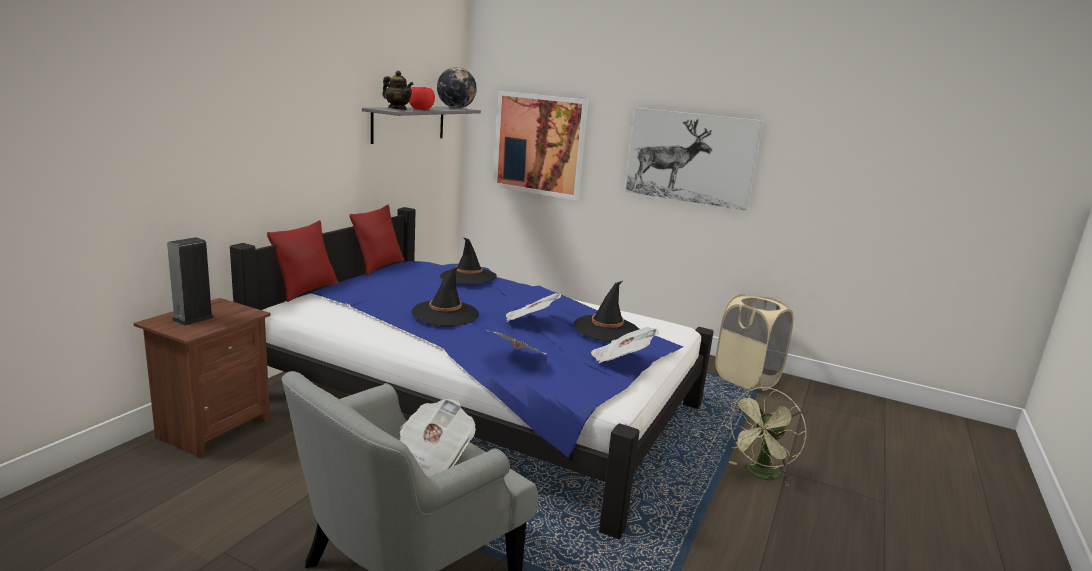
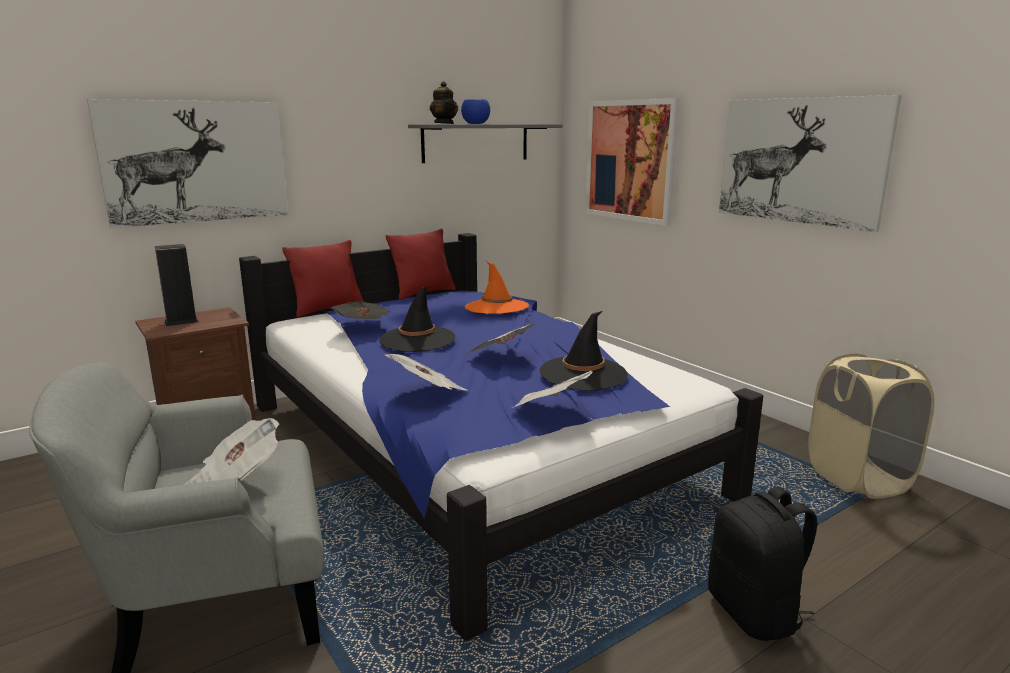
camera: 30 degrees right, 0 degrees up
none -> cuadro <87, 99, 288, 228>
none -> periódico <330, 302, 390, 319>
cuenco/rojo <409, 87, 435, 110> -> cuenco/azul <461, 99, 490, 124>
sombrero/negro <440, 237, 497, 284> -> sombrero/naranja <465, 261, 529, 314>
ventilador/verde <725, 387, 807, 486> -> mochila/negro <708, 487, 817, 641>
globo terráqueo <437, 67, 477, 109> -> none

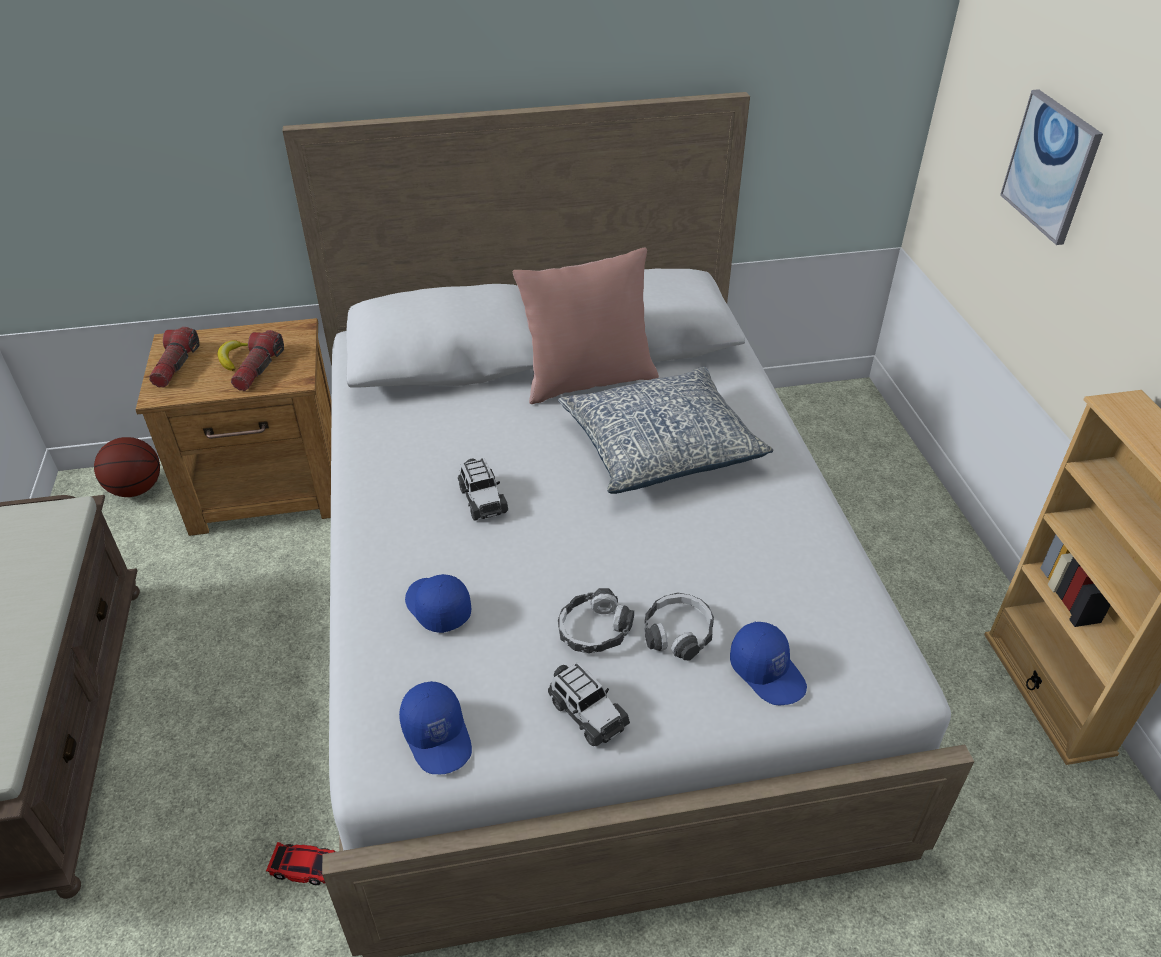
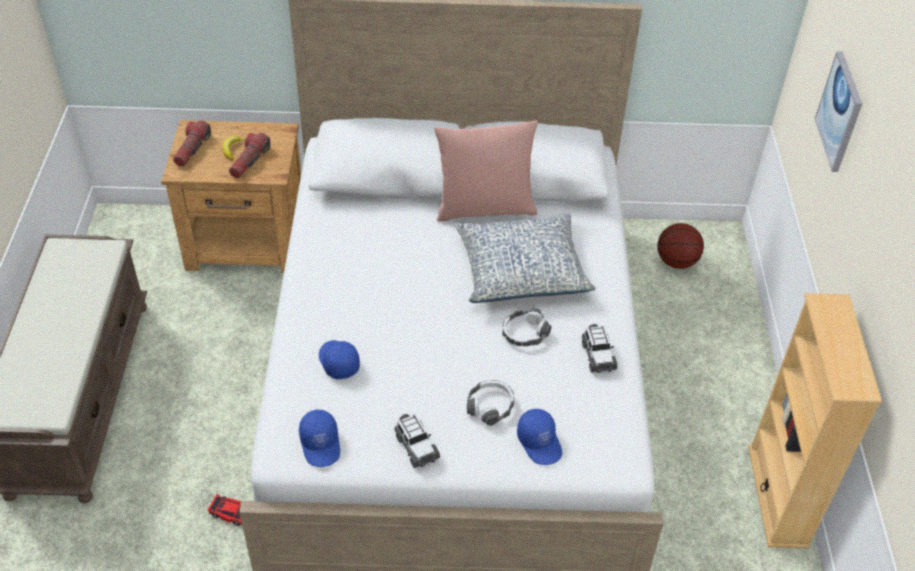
camera: 10 degrees right, 5 degrees up
auriculares <558, 588, 634, 653> -> auriculares <502, 308, 552, 346>, relocated
coche de juguete <458, 458, 508, 521> -> coche de juguete <582, 324, 617, 373>, relocated
balón de baloncesto <94, 437, 160, 497> -> balón de baloncesto <657, 223, 704, 269>, relocated

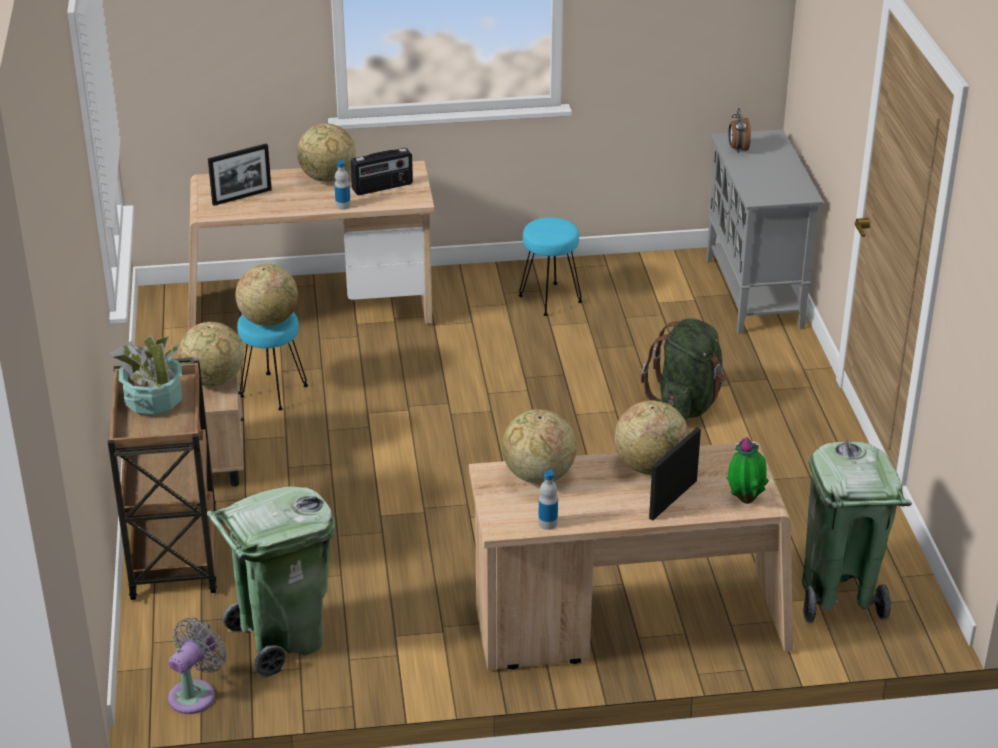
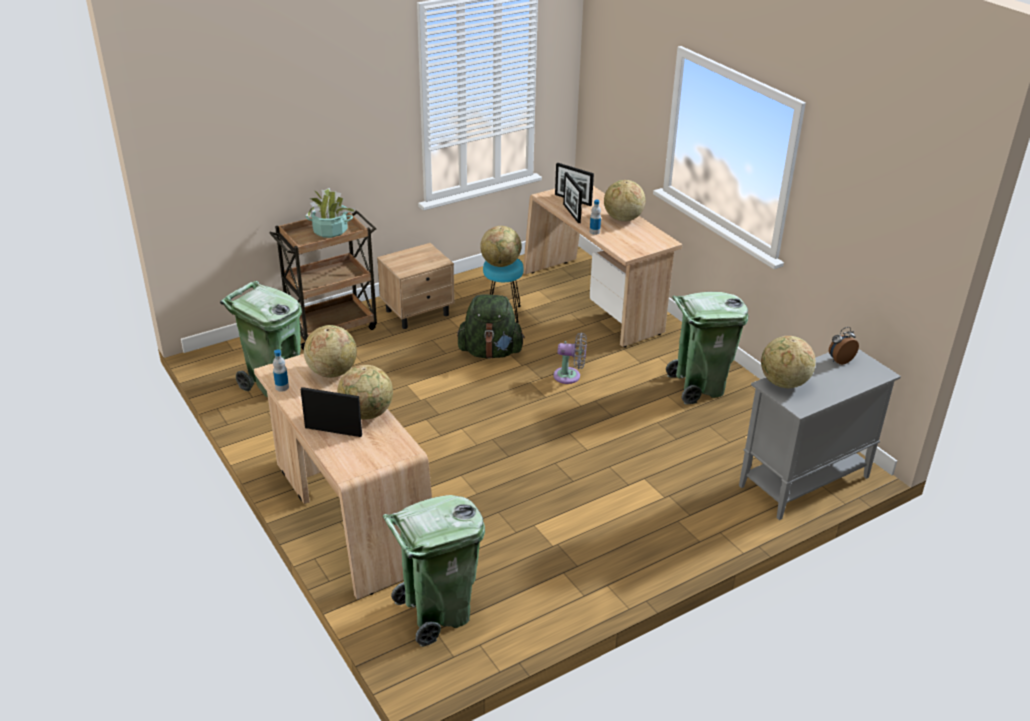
camera: 65 degrees right, 0 degrees up
mochila/verde <641, 318, 727, 421> -> mochila/verde <457, 294, 525, 359>, relocated
ventilador/gris <168, 618, 227, 714> -> ventilador/gris <553, 333, 587, 384>, relocated
none -> portarretratos <563, 172, 582, 223>
taburete/turquesa <519, 217, 582, 316> -> papelera/verde <666, 292, 748, 404>
globo terráqueo <178, 322, 244, 387> -> globo terráqueo <761, 336, 816, 388>, relocated
radio <351, 148, 413, 195> -> none
planta en maceta <727, 437, 769, 504> -> none

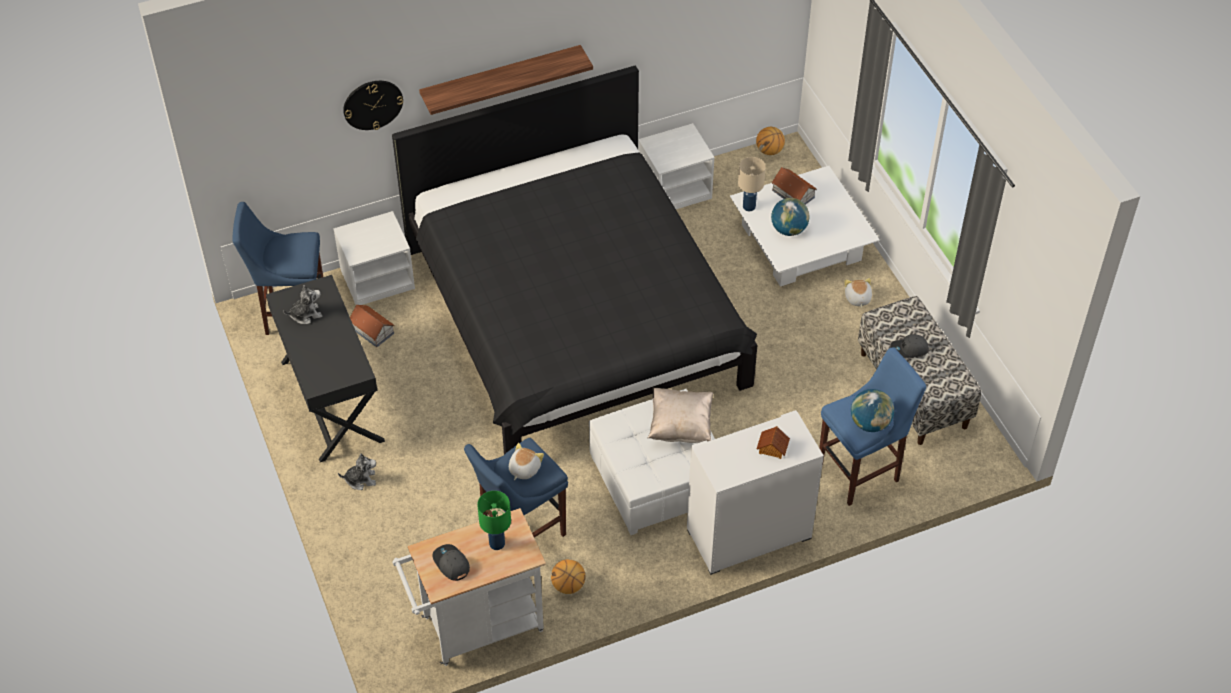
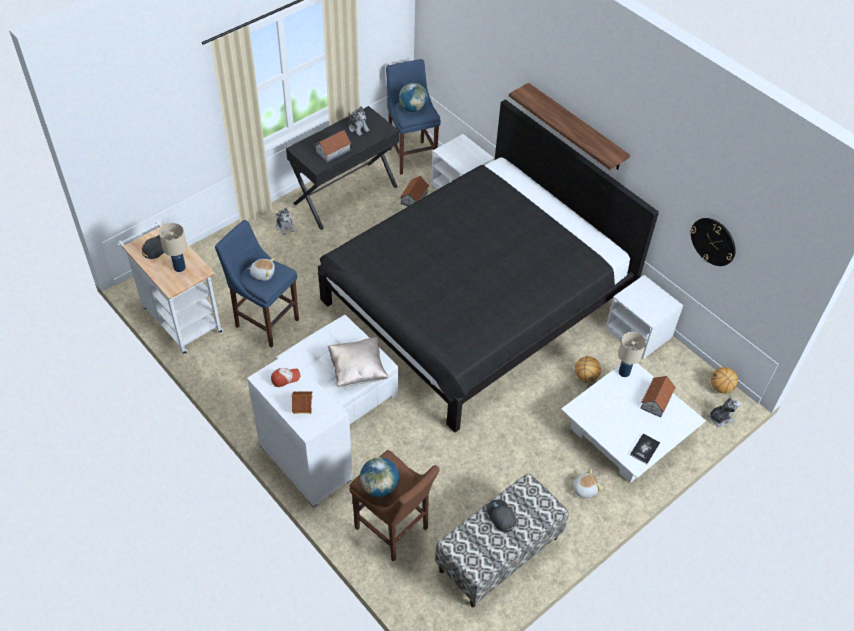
camera: 70 degrees right, 0 degrees up
lámpara de mesa/verde <477, 491, 511, 550> -> lámpara de mesa/beis <159, 223, 187, 272>
none -> gorra <271, 368, 300, 387>
none -> casita <314, 130, 351, 162>
taburete/azul <819, 347, 926, 506> -> taburete/marrón <349, 450, 440, 562>
globo terráqueo <771, 198, 809, 236> -> globo terráqueo <399, 83, 428, 112>, relocated
balón de baloncesto <551, 559, 585, 594> -> balón de baloncesto <575, 356, 601, 382>, relocated
none -> libro <630, 433, 660, 464>
reloj de pared <343, 81, 403, 130> -> reloj de pared <690, 218, 736, 266>, relocated
none -> peluche <707, 397, 741, 427>

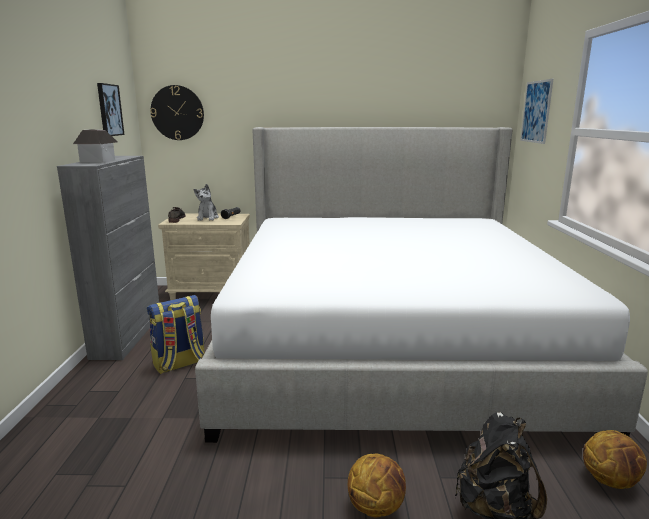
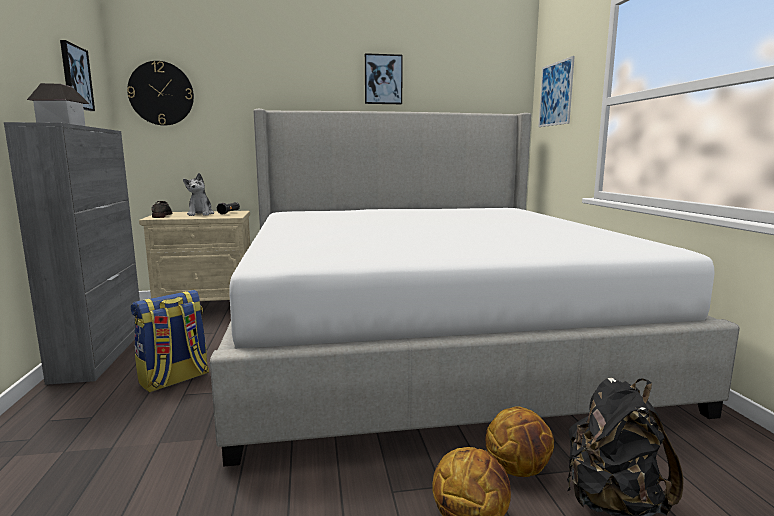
camera: 10 degrees left, 5 degrees down
none -> cuadro <365, 53, 403, 104>
balón de baloncesto <583, 430, 647, 489> -> balón de baloncesto <485, 406, 554, 477>, relocated

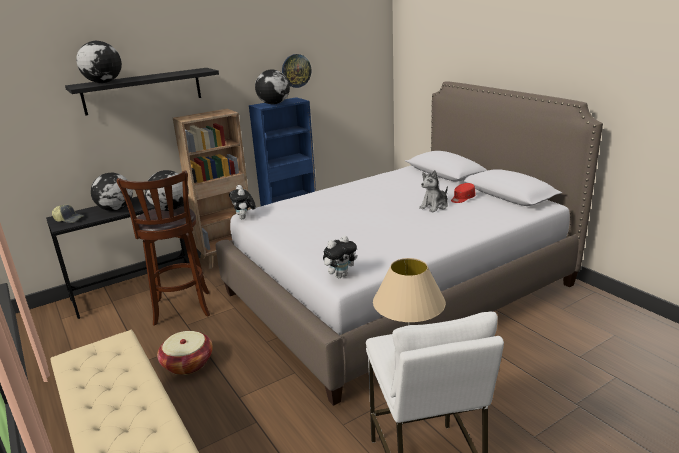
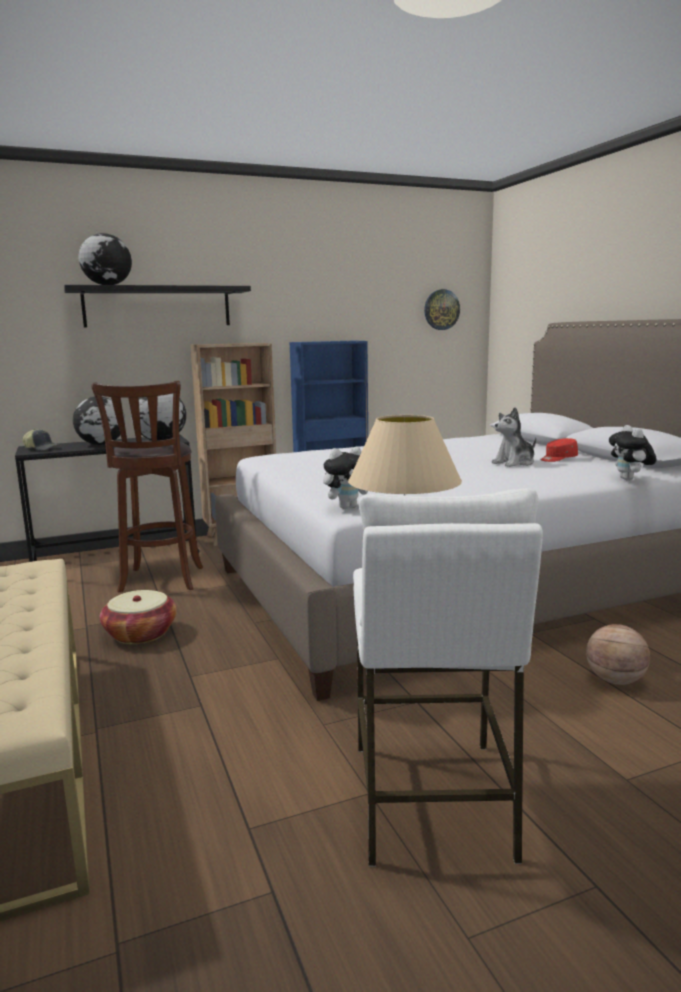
camera: 10 degrees right, 10 degrees down
reloj de pared <282, 54, 311, 88> -> reloj de pared <424, 289, 460, 330>, relocated
none -> balón de baloncesto <586, 624, 650, 685>
peluche <229, 185, 256, 219> -> peluche <609, 425, 657, 481>, relocated
globo terráqueo <255, 69, 290, 105> -> none

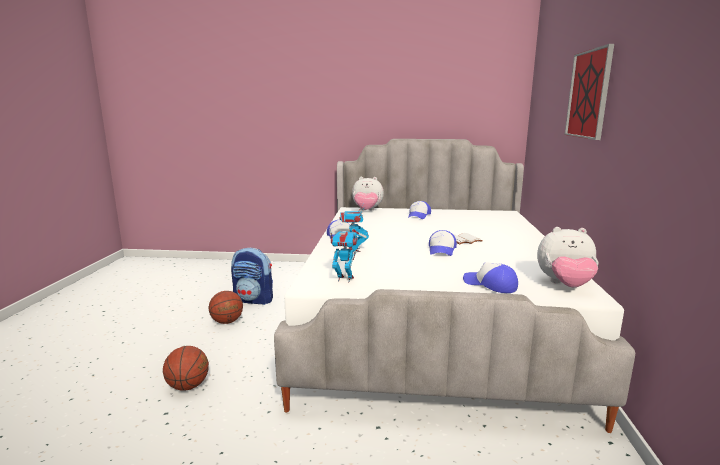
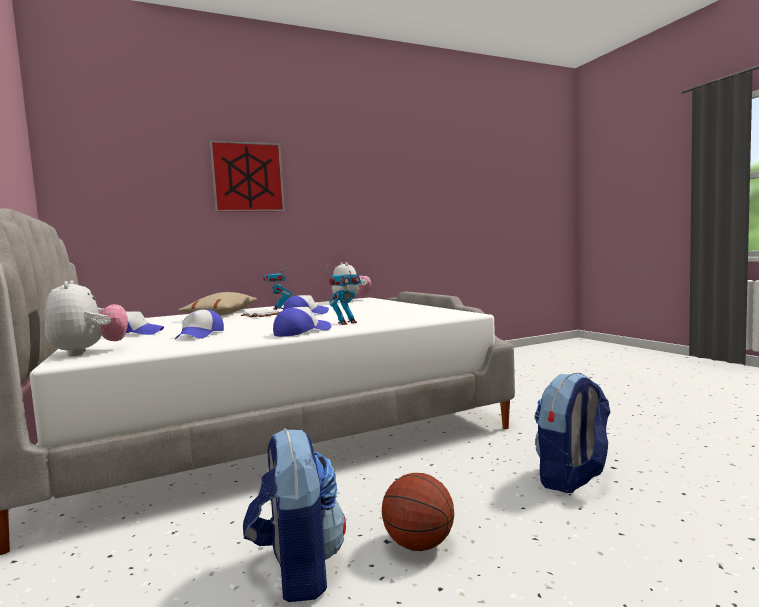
camera: 120 degrees left, 10 degrees down
gorra <463, 262, 518, 293> -> gorra <175, 309, 224, 339>, relocated
none -> cojín/beis <178, 292, 257, 316>
robot de juguete <330, 229, 358, 283> -> robot de juguete <263, 266, 292, 310>, relocated
balón de baloncesto <163, 346, 209, 391> -> mochila <534, 373, 610, 493>

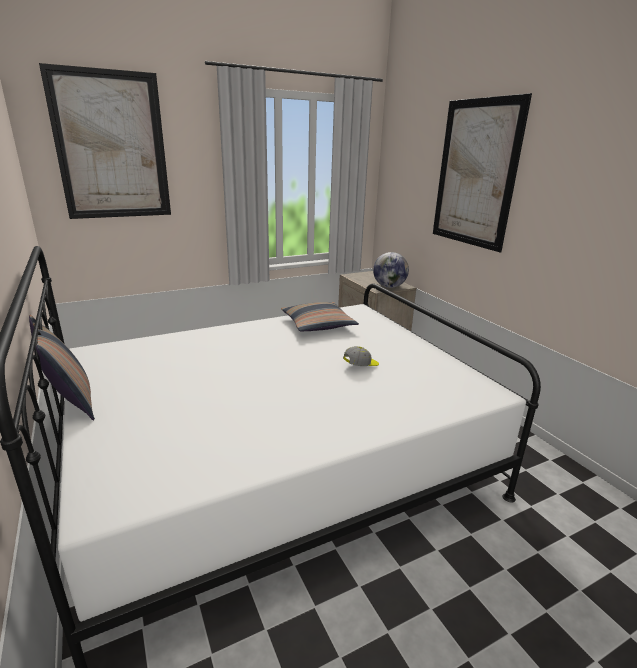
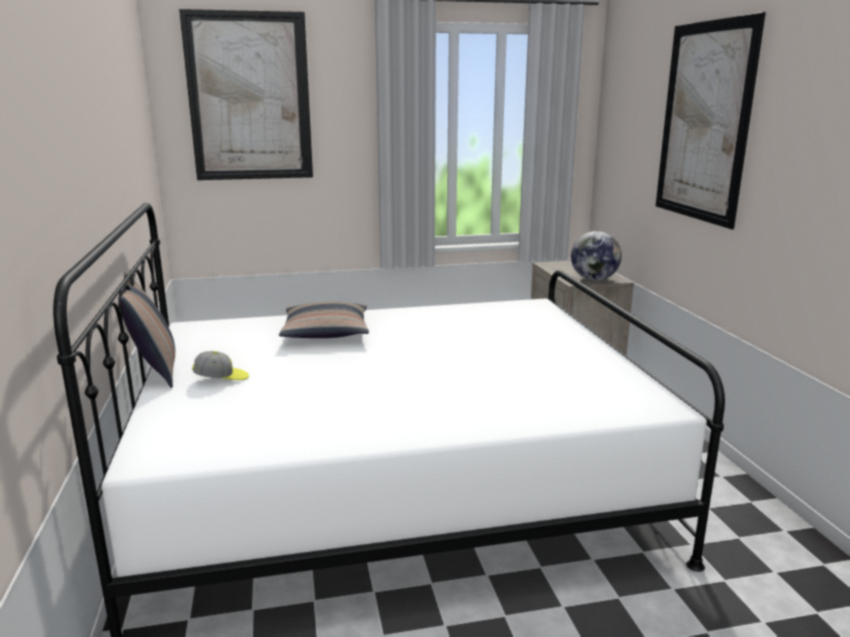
camera: 15 degrees right, 5 degrees down
gorra <343, 346, 379, 366> -> gorra <192, 351, 249, 380>, relocated
cojín <281, 302, 359, 331> -> cojín <279, 302, 369, 338>, relocated

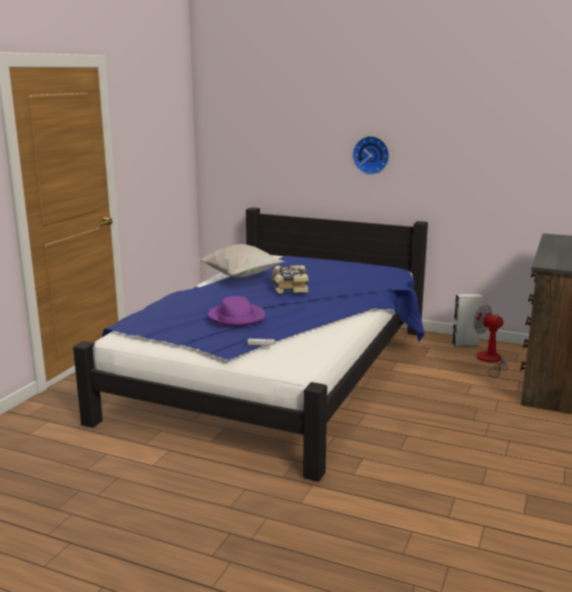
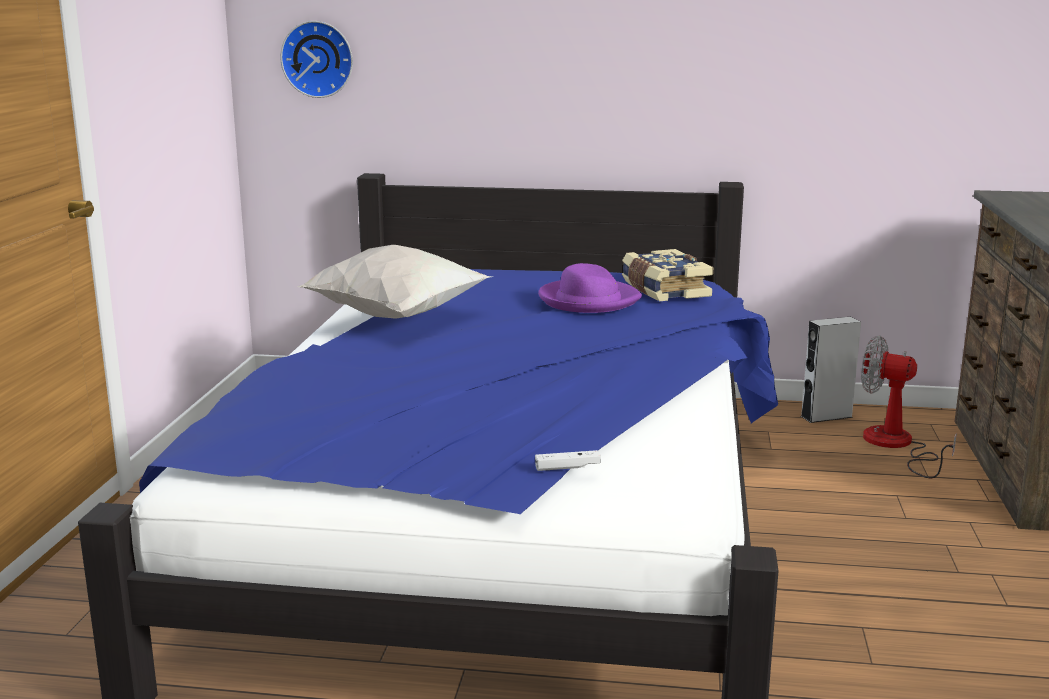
camera: 15 degrees left, 0 degrees up
reloj de pared <352, 136, 389, 175> -> reloj de pared <280, 21, 353, 98>, relocated
sombrero/morado <208, 296, 265, 327> -> sombrero/morado <538, 263, 642, 313>, relocated
libro <272, 265, 308, 293> -> libro <622, 249, 713, 301>, relocated

